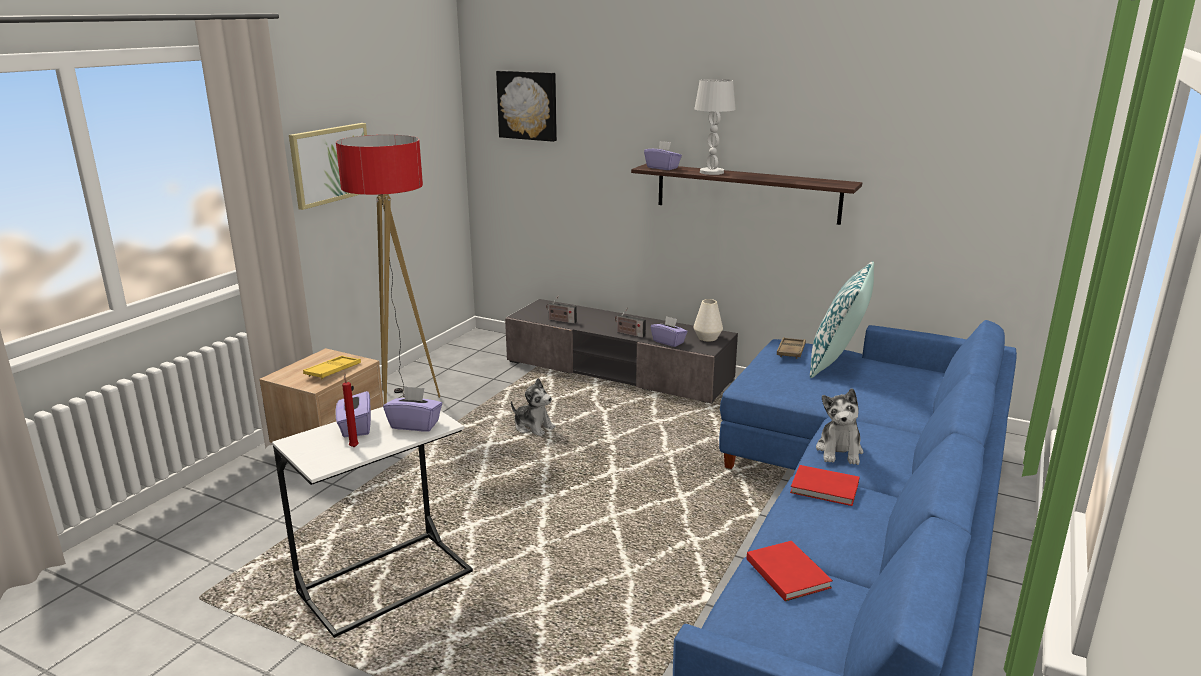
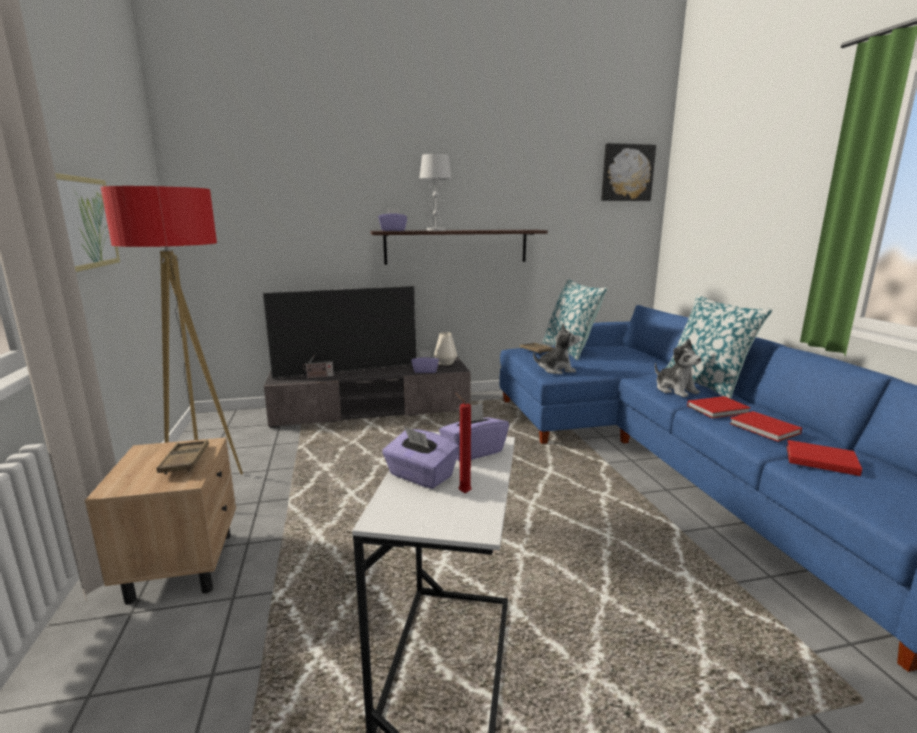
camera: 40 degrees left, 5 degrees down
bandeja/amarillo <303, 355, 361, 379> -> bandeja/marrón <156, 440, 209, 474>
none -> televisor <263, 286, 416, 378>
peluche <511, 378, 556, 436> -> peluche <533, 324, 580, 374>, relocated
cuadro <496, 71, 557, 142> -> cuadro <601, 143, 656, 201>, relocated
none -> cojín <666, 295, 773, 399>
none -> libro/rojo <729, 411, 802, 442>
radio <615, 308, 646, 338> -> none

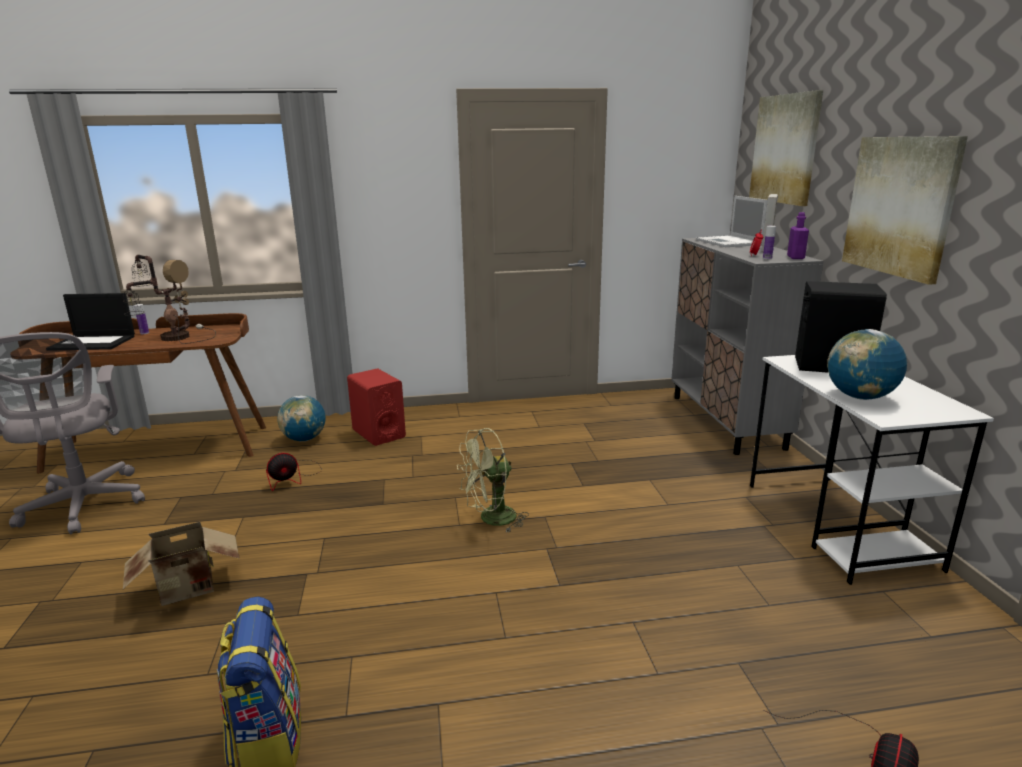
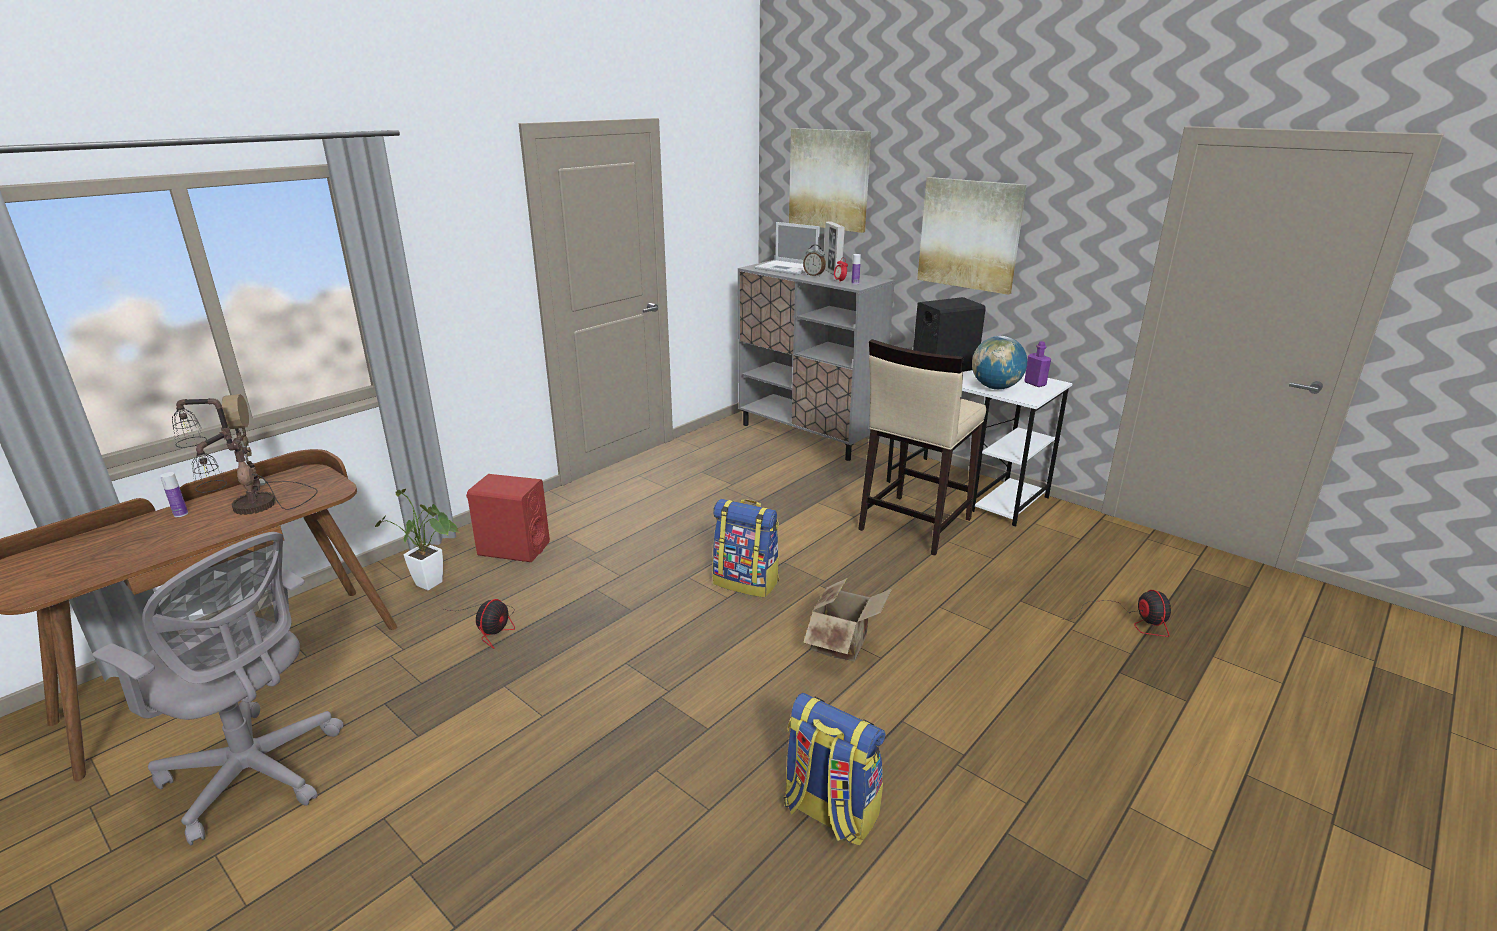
camera: 40 degrees left, 5 degrees up
globo terráqueo <277, 395, 325, 441> -> planta en maceta <375, 489, 459, 590>
ventilador/verde <457, 428, 529, 533> -> mochila <712, 499, 779, 598>
none -> despertador <803, 245, 826, 277>
caja de cartón <123, 522, 240, 606> -> caja de cartón <803, 578, 892, 662>, relocated
none -> taburete/beis <858, 339, 986, 556>
botella/morado <787, 212, 809, 259> -> botella/morado <1025, 341, 1051, 387>, relocated
portátil <58, 293, 135, 350> -> none

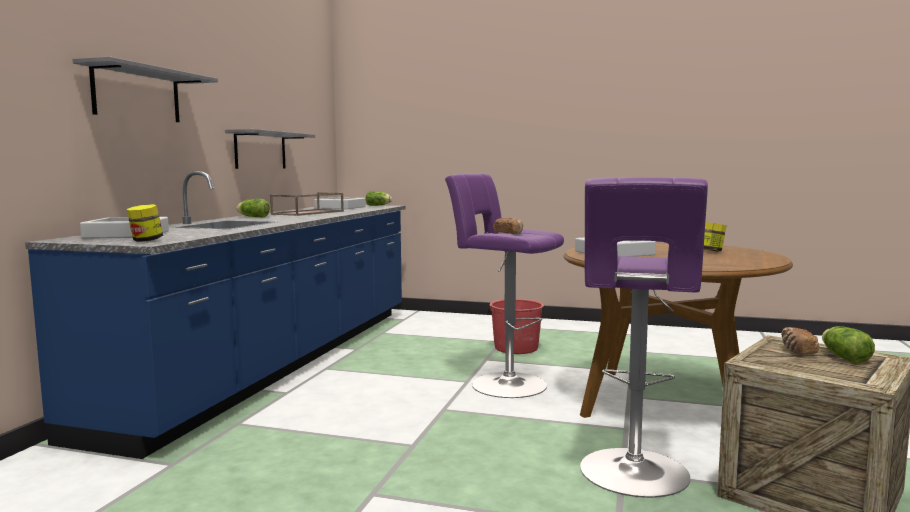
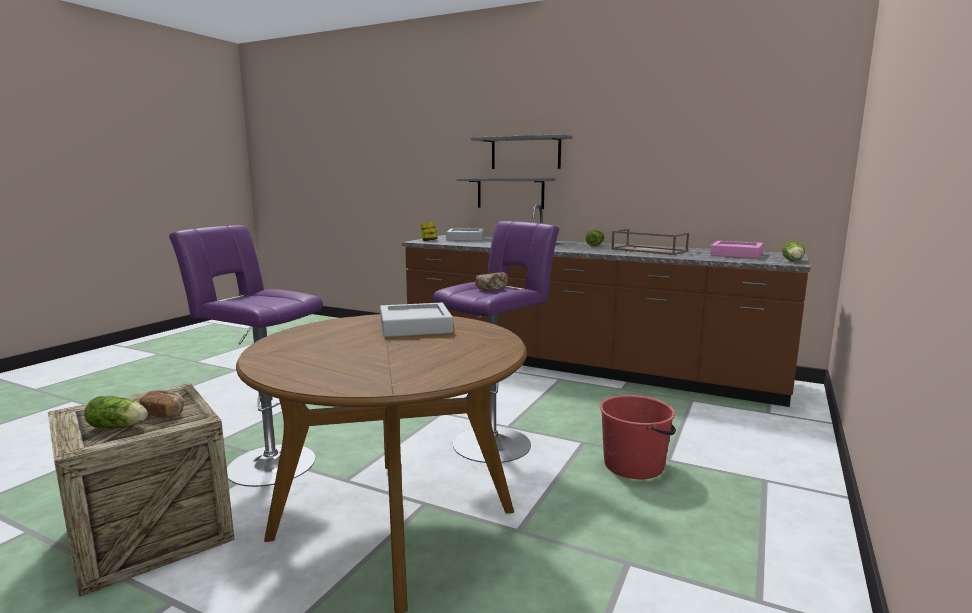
camera: 100 degrees right, 5 degrees up
mueble bajo de cocina/azul <25, 171, 406, 459> -> mueble bajo de cocina/marrón <401, 204, 810, 407>
estante/gris <225, 129, 315, 169> -> estante/gris <457, 178, 555, 209>, relocated
bandeja/gris <314, 197, 366, 209> -> bandeja/rosa <710, 241, 763, 259>
tarro <704, 222, 727, 252> -> none

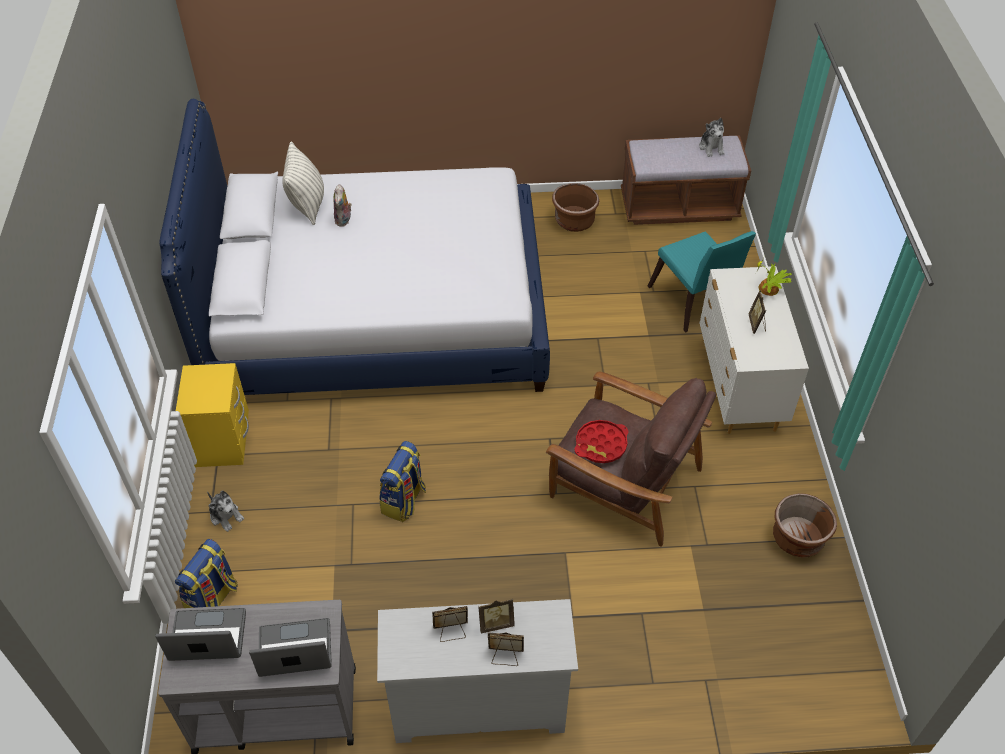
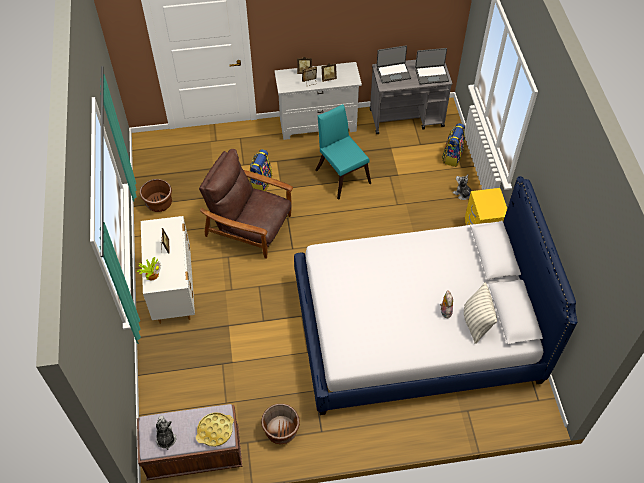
camera: 175 degrees right, 5 degrees up
none -> bandeja/amarillo <196, 412, 234, 447>
mochila <379, 441, 426, 522> -> mochila <249, 149, 272, 191>, relocated
silla/turquesa <648, 231, 756, 333> -> silla/turquesa <315, 104, 371, 200>, relocated
bandeja/rojo <574, 420, 629, 463> -> none

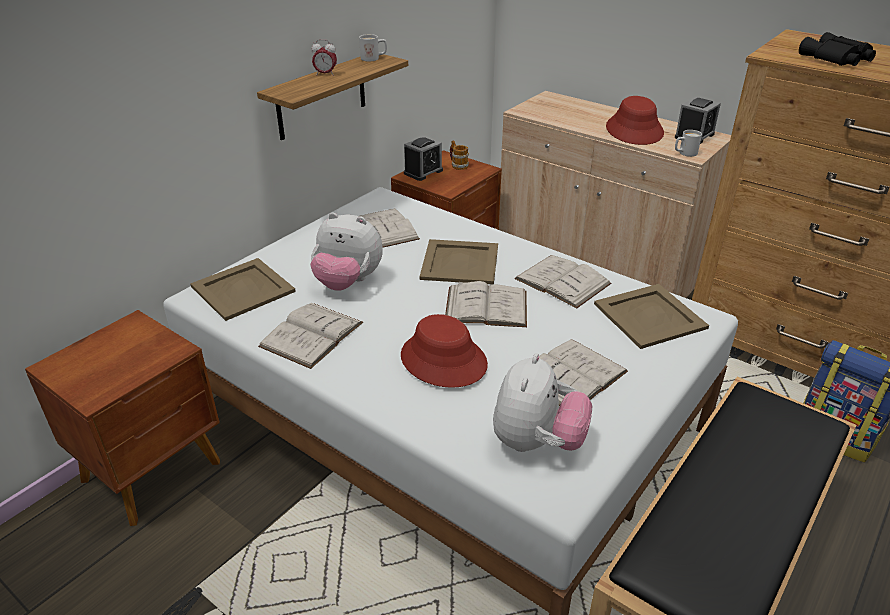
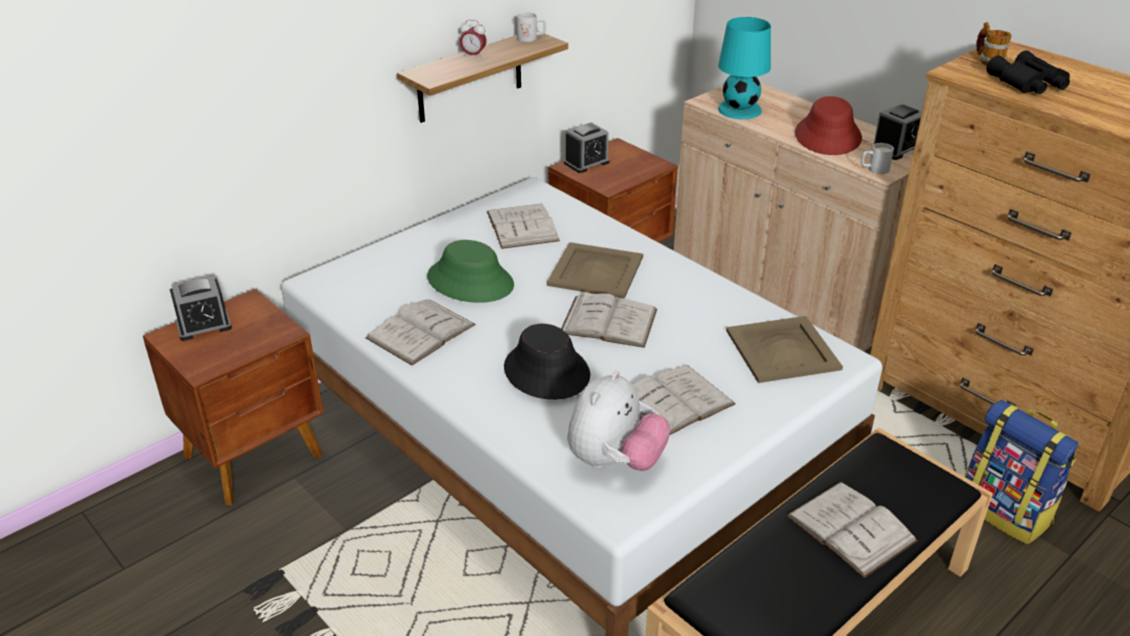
camera: 10 degrees right, 0 degrees up
none -> despertador <170, 275, 232, 341>
peluche <310, 212, 383, 291> -> sombrero/verde <427, 240, 514, 303>
sombrero/rojo <401, 314, 488, 388> -> sombrero/negro <504, 324, 590, 400>
none -> lámpara de mesa/turquesa <718, 17, 771, 119>
libro/blanco <514, 255, 612, 308> -> libro/blanco <787, 482, 918, 578>, relocated
taza grande <450, 140, 469, 170> -> taza grande <976, 22, 1012, 65>, relocated
bandeja/beis <190, 258, 296, 321> -> none

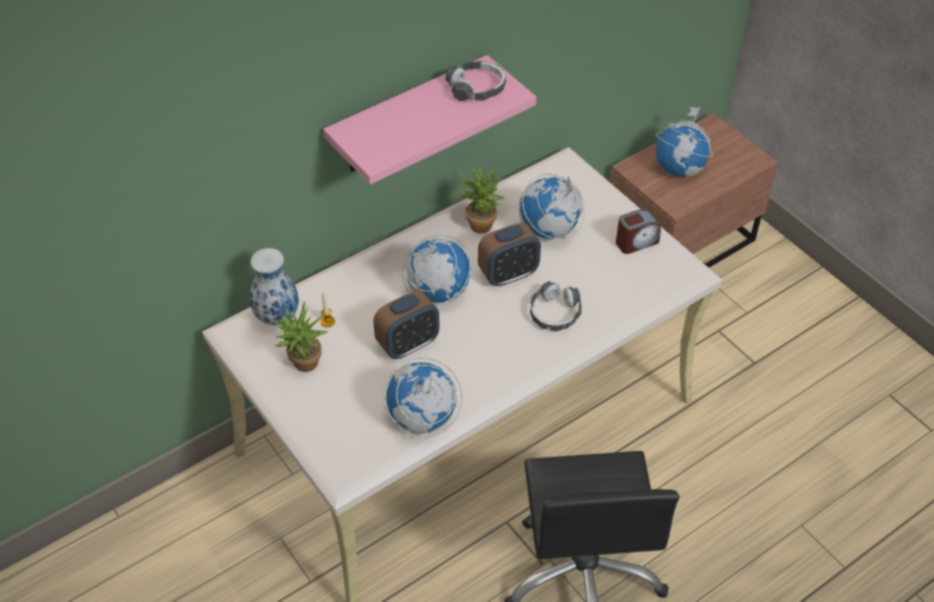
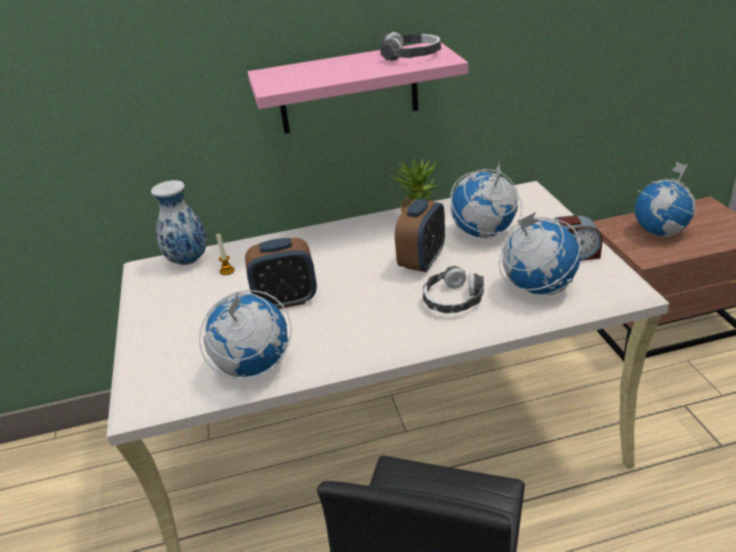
camera: 25 degrees right, 15 degrees down
despertador <478, 223, 541, 287> -> despertador <395, 198, 445, 272>, 60 degrees counterclockwise
globo terráqueo <402, 235, 471, 305> -> globo terráqueo <499, 212, 581, 295>, relocated
planta en maceta <273, 301, 329, 372> -> none

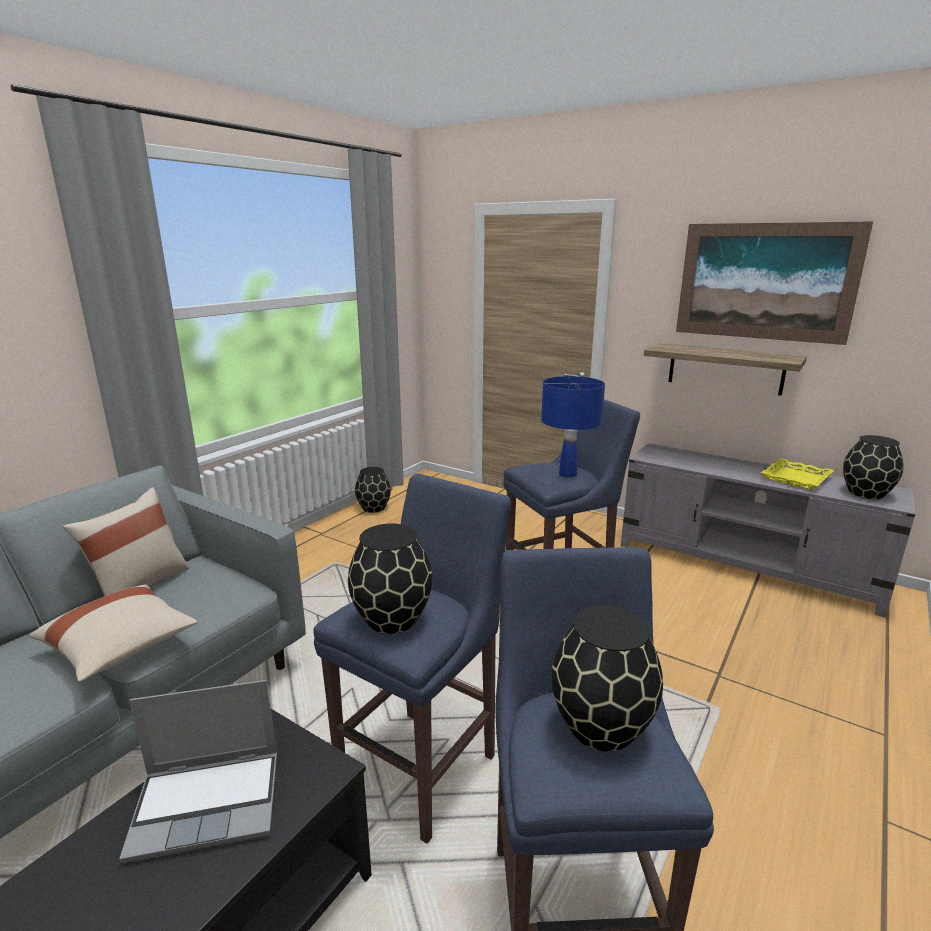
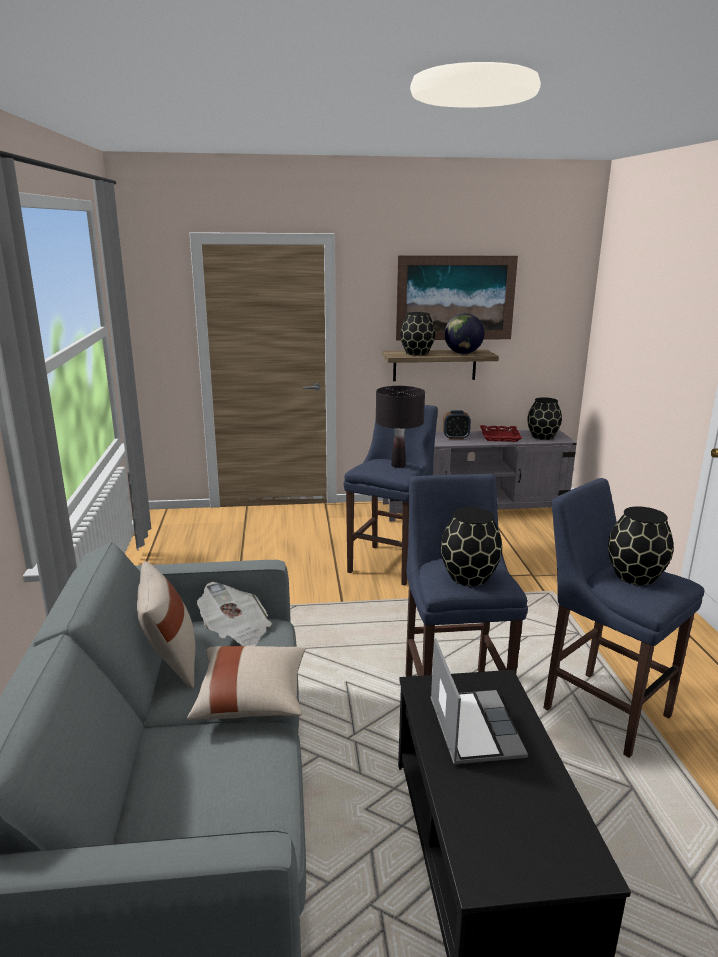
camera: 40 degrees left, 0 degrees up
none -> periódico <197, 582, 272, 646>
lámpara de mesa/azul <541, 376, 605, 477> -> lámpara de mesa/negro <376, 386, 425, 468>
florero/negro <355, 467, 391, 513> -> florero/negro <400, 312, 435, 355>, relocated
portátil <119, 680, 277, 863> -> portátil <431, 638, 528, 765>, 45 degrees counterclockwise
none -> despertador <443, 410, 471, 439>
none -> globo terráqueo <444, 313, 485, 354>
bandeja/amarillo <761, 458, 834, 490> -> bandeja/rojo <480, 425, 522, 442>

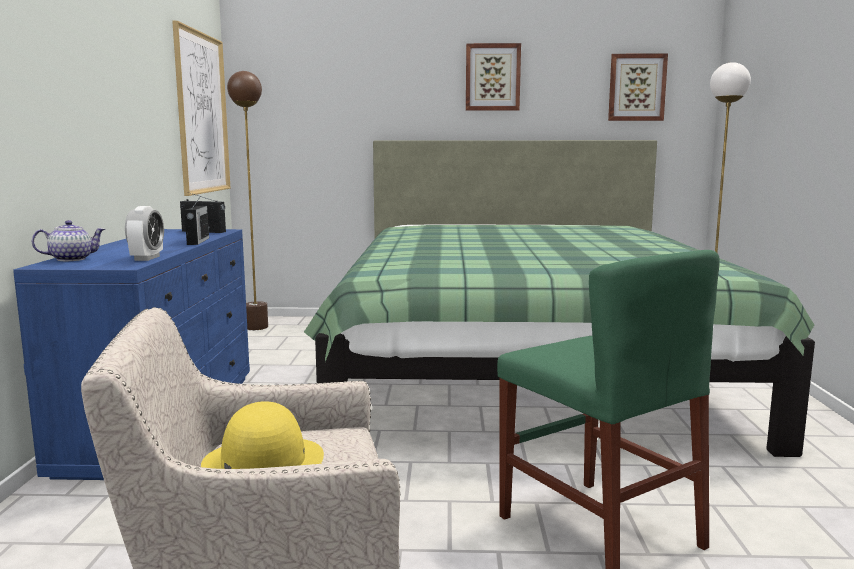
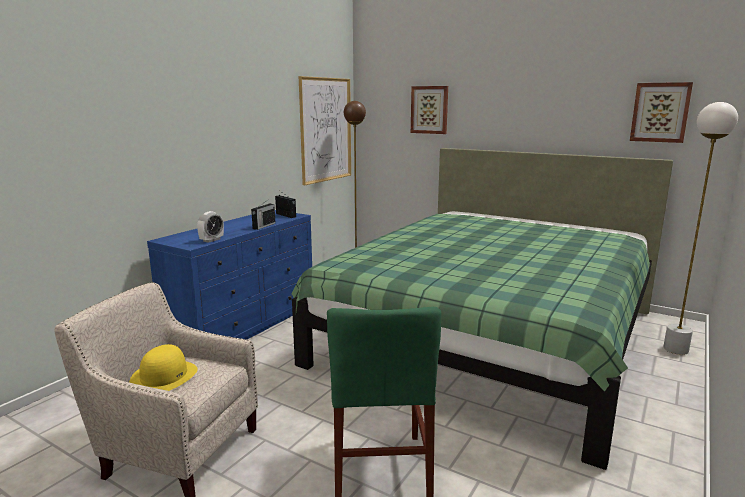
camera: 30 degrees right, 5 degrees up
cuadro <466, 43, 521, 111> -> cuadro <411, 86, 448, 134>, relocated
tetera <32, 220, 105, 261> -> none

